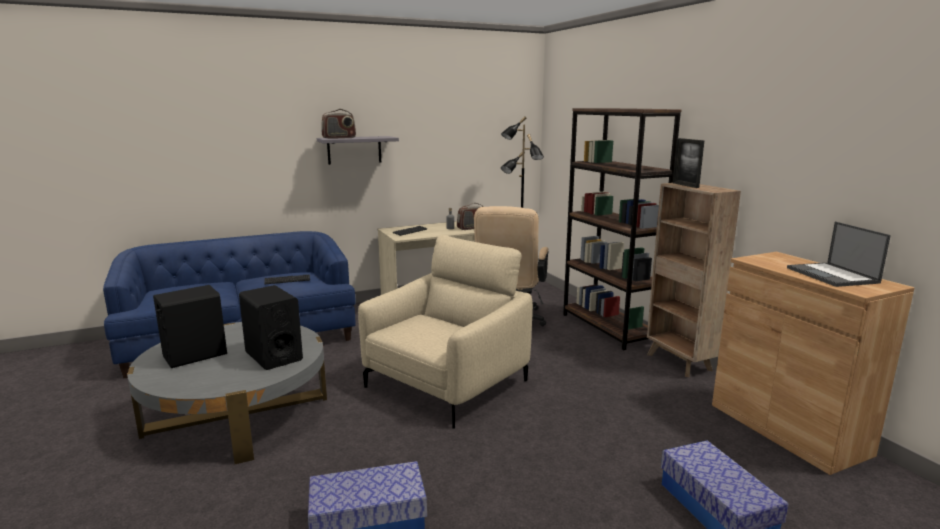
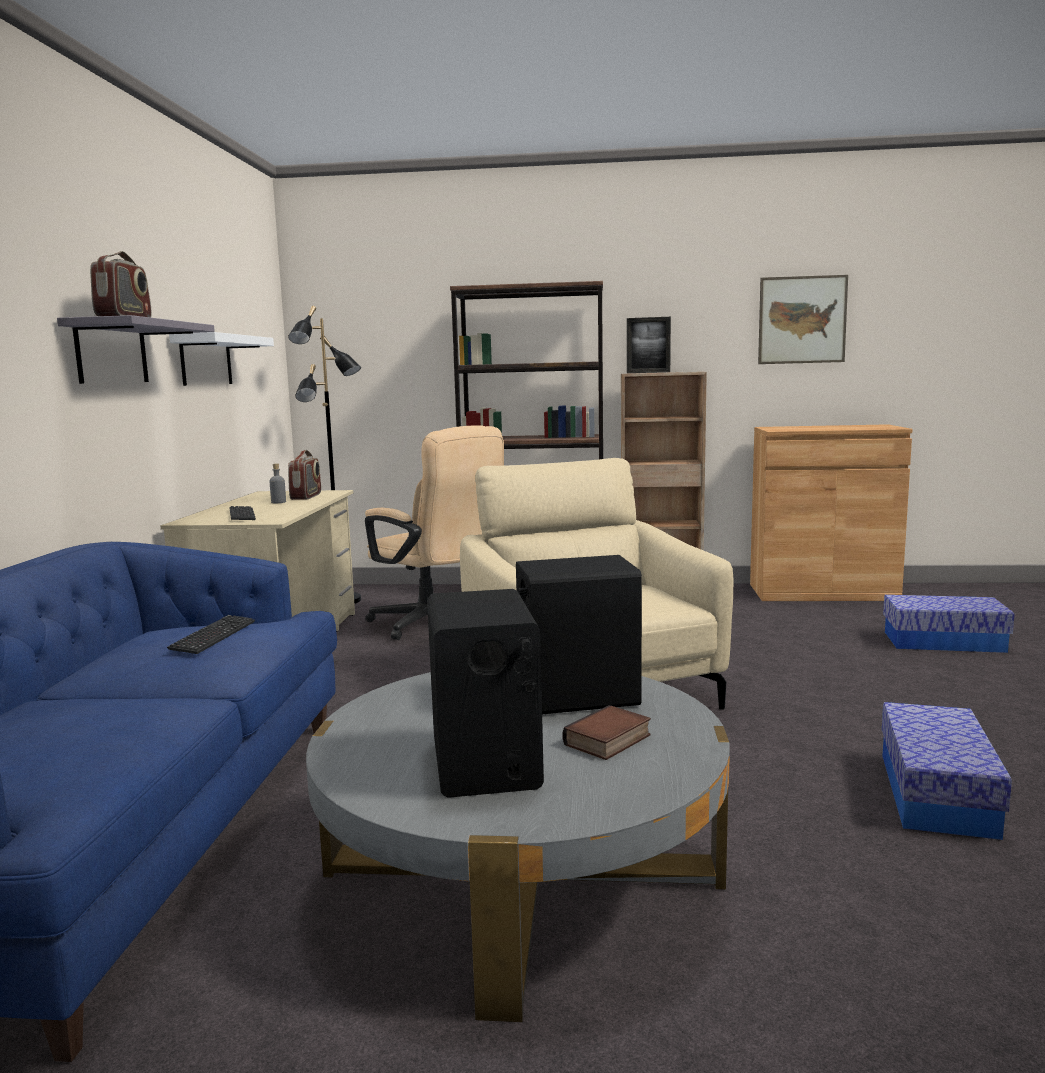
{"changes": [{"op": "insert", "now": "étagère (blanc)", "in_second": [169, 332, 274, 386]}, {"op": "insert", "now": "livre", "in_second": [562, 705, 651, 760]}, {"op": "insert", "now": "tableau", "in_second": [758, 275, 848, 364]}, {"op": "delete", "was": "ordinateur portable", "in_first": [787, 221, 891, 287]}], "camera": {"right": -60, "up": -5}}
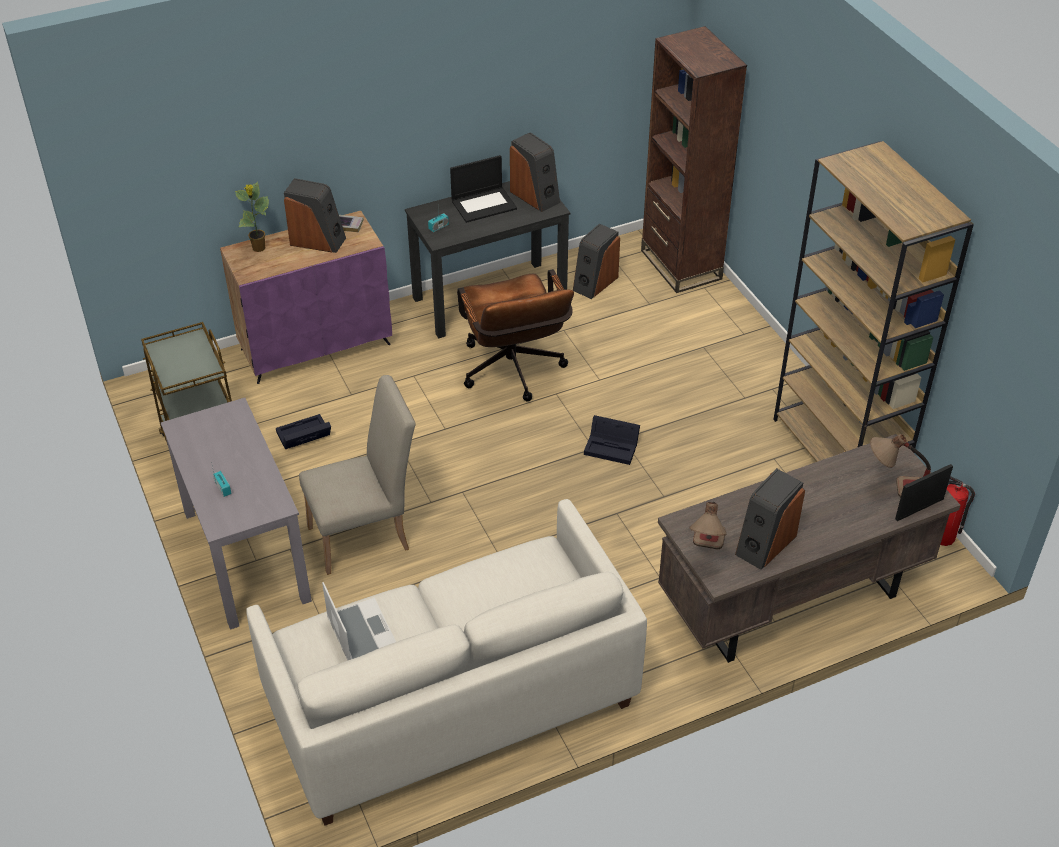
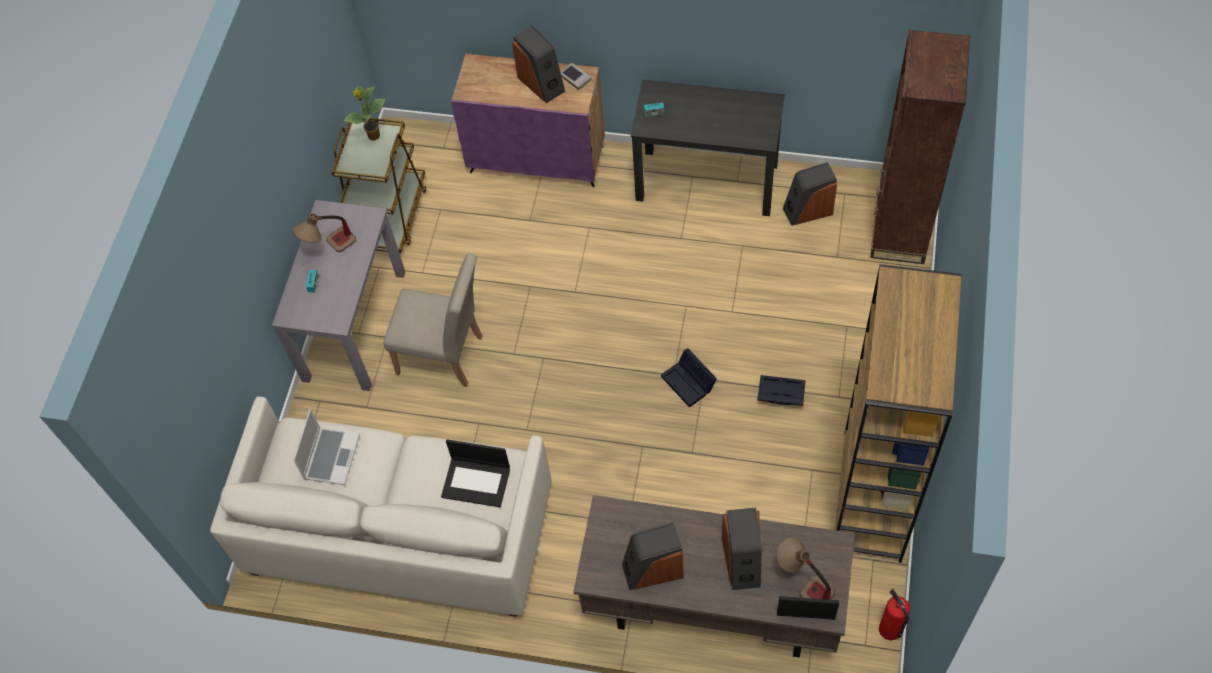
{"changes": [{"op": "move", "was": "lampe de table", "in_first": [689, 502, 727, 549], "in_second": [293, 214, 356, 252]}, {"op": "move", "was": "plante en pot", "in_first": [235, 182, 269, 252], "in_second": [343, 85, 386, 141]}, {"op": "move", "was": "ordinateur portable", "in_first": [450, 155, 517, 223], "in_second": [441, 439, 510, 507]}, {"op": "move", "was": "enceinte", "in_first": [510, 132, 560, 212], "in_second": [722, 507, 762, 590]}, {"op": "move", "was": "boîte de rangement (noir)", "in_first": [276, 414, 331, 449], "in_second": [757, 375, 806, 406]}, {"op": "delete", "was": "chaise de bureau (marron)", "in_first": [457, 269, 574, 402]}], "camera": {"right": 40, "up": 15}}
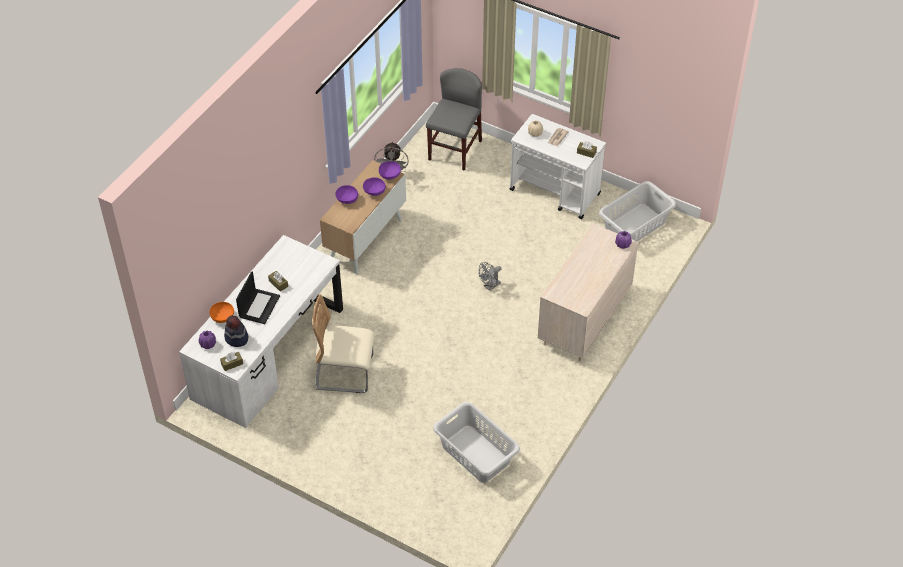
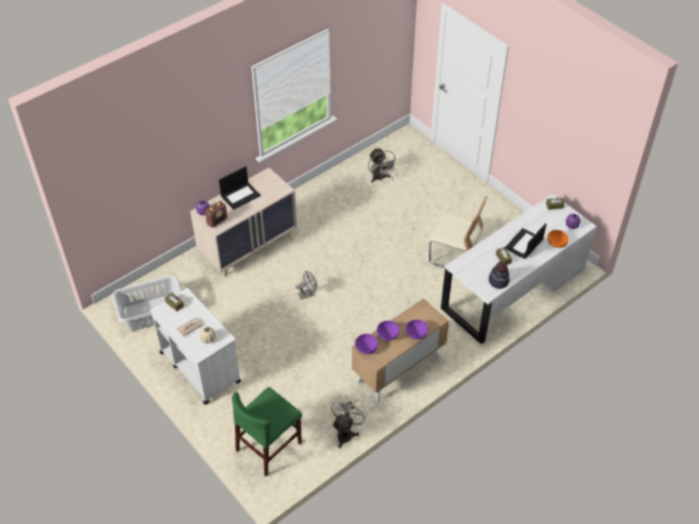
{"changes": [{"op": "insert", "now": "radio", "in_second": [205, 201, 227, 228]}, {"op": "insert", "now": "ordinateur portable", "in_second": [219, 166, 260, 210]}, {"op": "recolor", "was": "chaise (gris)", "now": "chaise (vert)", "in_first": [426, 68, 482, 171], "in_second": [232, 387, 302, 476]}, {"op": "replace", "was": "panier à linge (gris)", "now": "ventilateur (gris)", "in_first": [433, 402, 520, 483], "in_second": [368, 148, 398, 183]}, {"op": "move", "was": "chapeau", "in_first": [224, 315, 248, 347], "in_second": [489, 261, 510, 289]}], "camera": {"right": -160, "up": 0}}
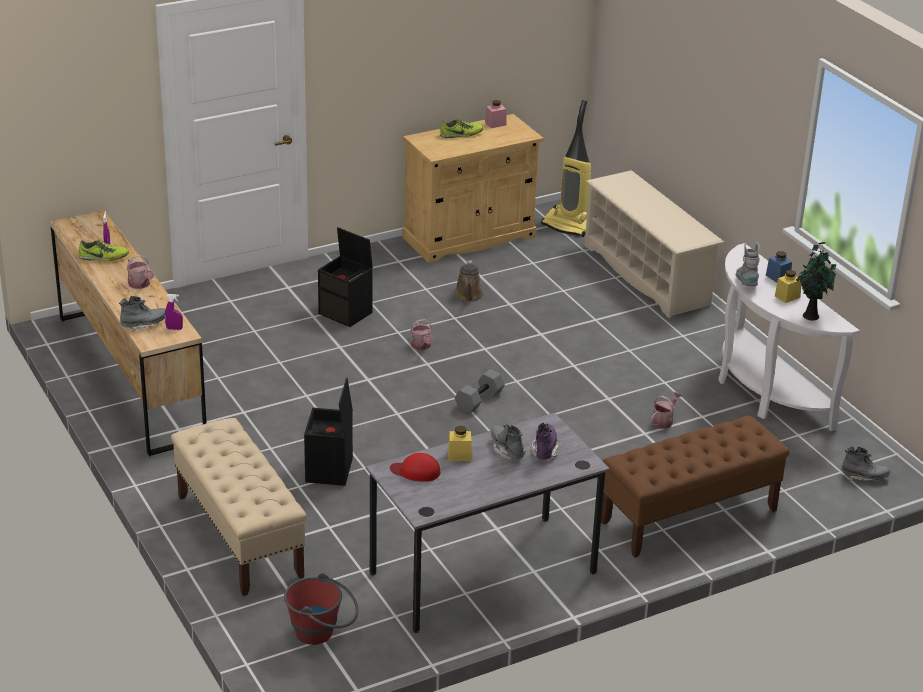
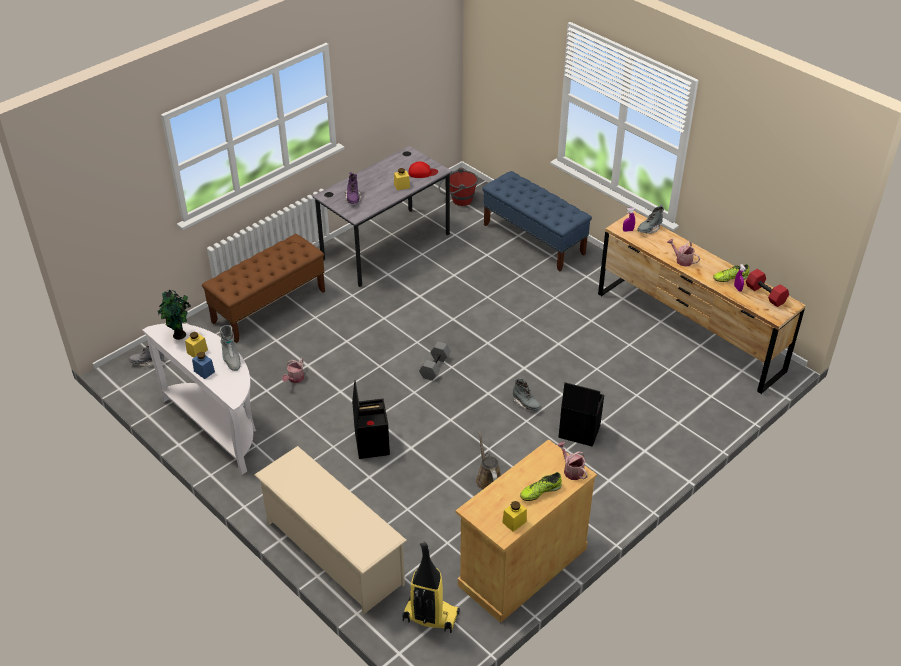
{"changes": [{"op": "move", "was": "boîte de rangement (noir)", "in_first": [304, 378, 353, 486], "in_second": [352, 380, 390, 459]}, {"op": "recolor", "was": "banc (beige)", "now": "banc (bleu)", "in_first": [171, 418, 307, 596], "in_second": [482, 171, 592, 271]}, {"op": "recolor", "was": "bocal (rose)", "now": "bocal (jaune)", "in_first": [485, 100, 506, 128], "in_second": [502, 501, 527, 532]}, {"op": "move", "was": "botte (gris)", "in_first": [491, 423, 526, 460], "in_second": [513, 379, 541, 411]}, {"op": "move", "was": "arrosoir", "in_first": [410, 319, 432, 350], "in_second": [557, 442, 588, 480]}, {"op": "insert", "now": "haltère (rouge)", "in_second": [746, 269, 789, 307]}], "camera": {"right": 165, "up": 10}}
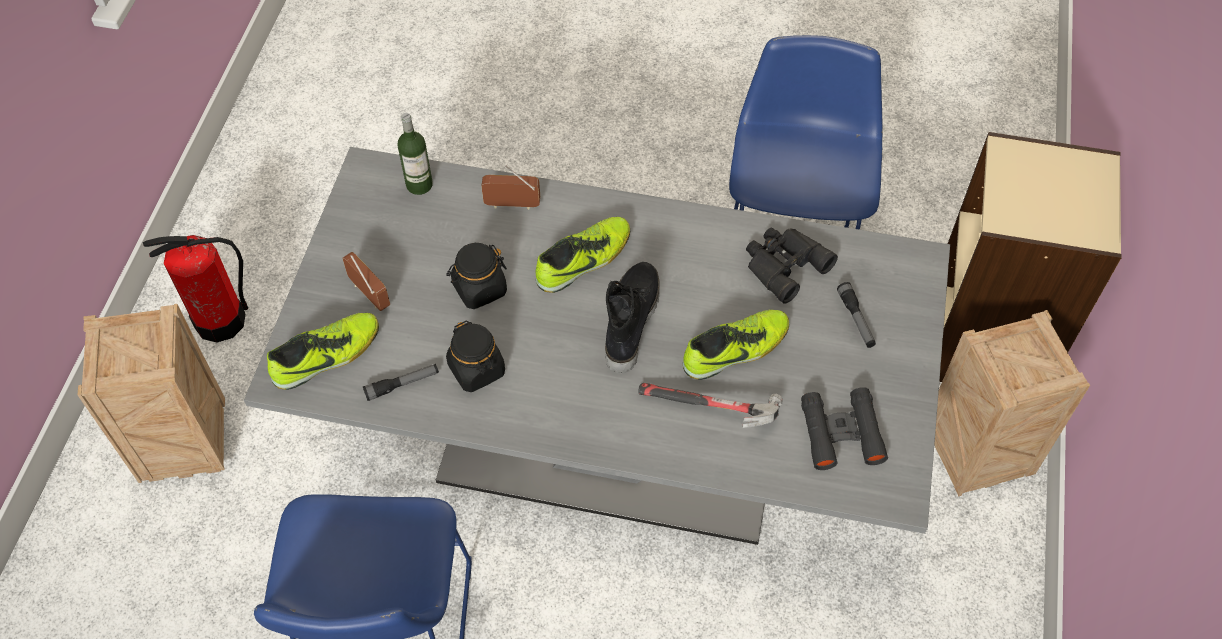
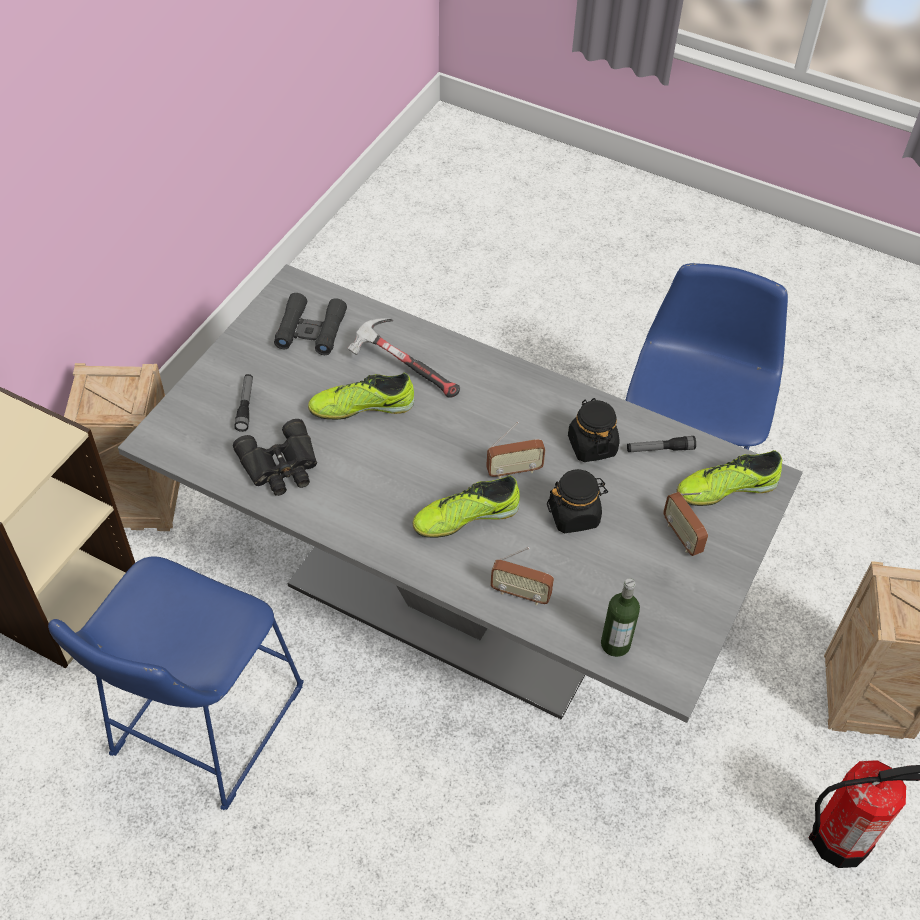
{"changes": [{"op": "insert", "now": "radio", "in_second": [486, 422, 545, 479]}, {"op": "delete", "was": "botte (noir)", "in_first": [605, 262, 660, 373]}], "camera": {"right": -165, "up": -5}}
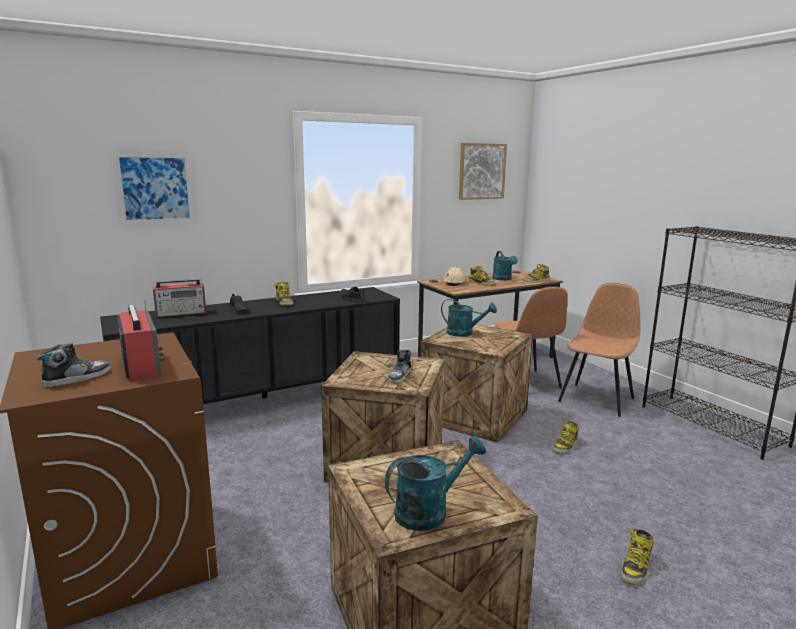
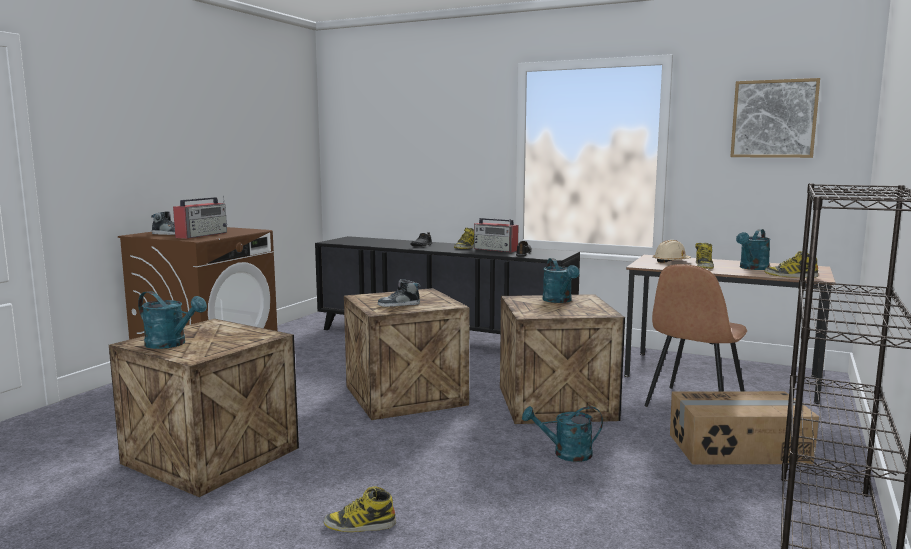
{"changes": [{"op": "move", "was": "radio", "in_first": [153, 279, 206, 317], "in_second": [474, 218, 518, 252]}, {"op": "replace", "was": "botte", "now": "arrosoir (turquoise)", "in_first": [553, 421, 579, 454], "in_second": [522, 406, 603, 462]}, {"op": "replace", "was": "chaise (marron)", "now": "carton", "in_first": [558, 283, 641, 417], "in_second": [670, 391, 819, 464]}, {"op": "delete", "was": "tableau", "in_first": [116, 155, 192, 222]}], "camera": {"right": 55, "up": -5}}
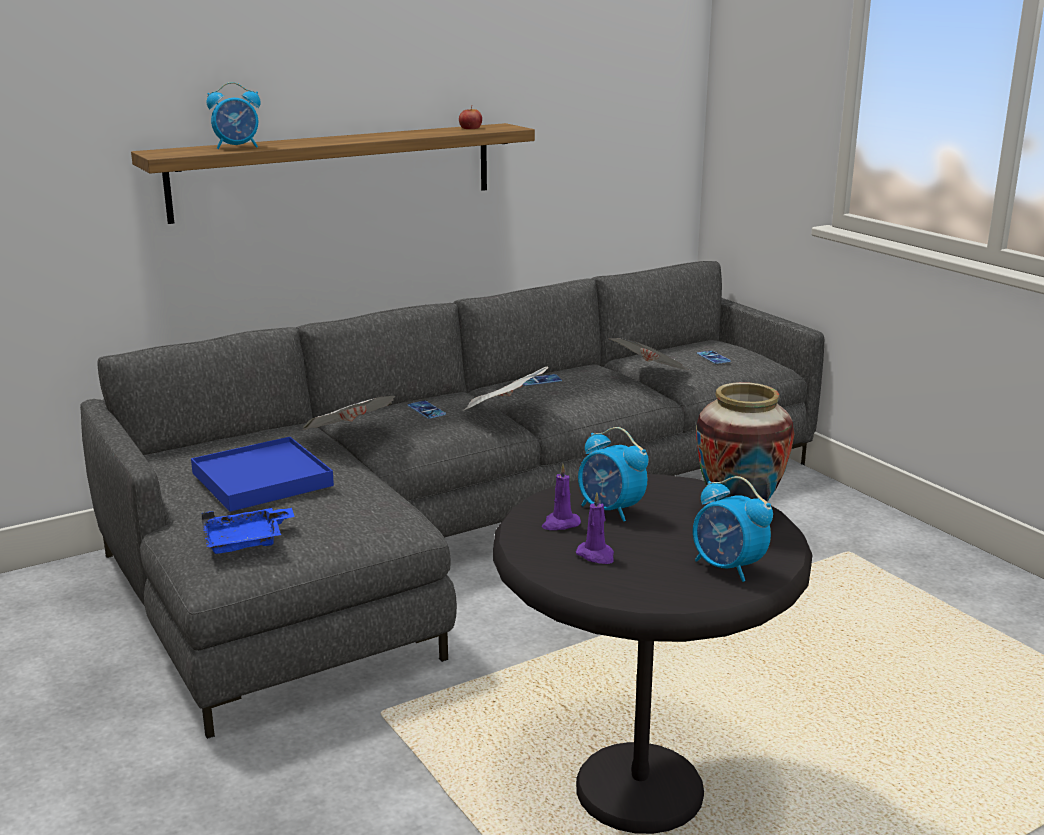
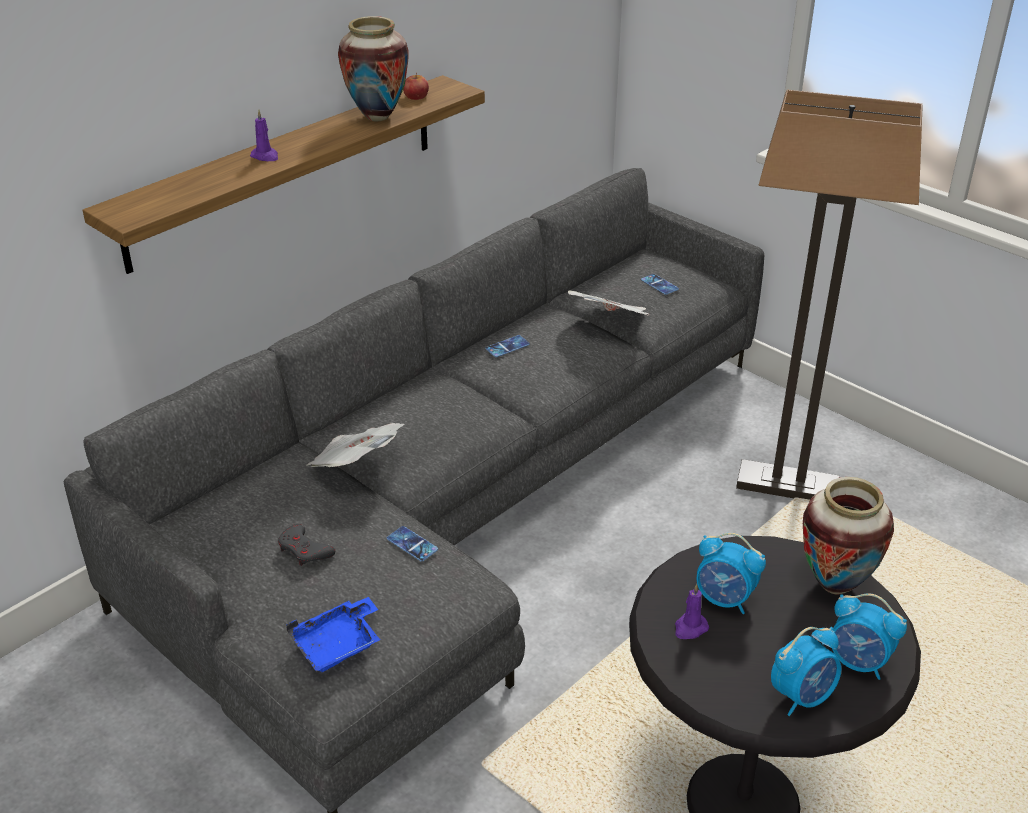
{"changes": [{"op": "move", "was": "bougie (violet)", "in_first": [576, 492, 614, 564], "in_second": [250, 109, 278, 161]}, {"op": "replace", "was": "plateau (bleu)", "now": "manette (gris)", "in_first": [191, 437, 334, 512], "in_second": [278, 524, 335, 566]}, {"op": "insert", "now": "vase", "in_second": [338, 16, 409, 121]}, {"op": "move", "was": "téléphone", "in_first": [408, 401, 446, 419], "in_second": [387, 526, 438, 562]}, {"op": "insert", "now": "lampadaire", "in_second": [736, 90, 922, 500]}, {"op": "move", "was": "réveil", "in_first": [207, 82, 261, 149], "in_second": [771, 627, 841, 716]}, {"op": "delete", "was": "journal", "in_first": [463, 366, 549, 411]}], "camera": {"right": -15, "up": 15}}
